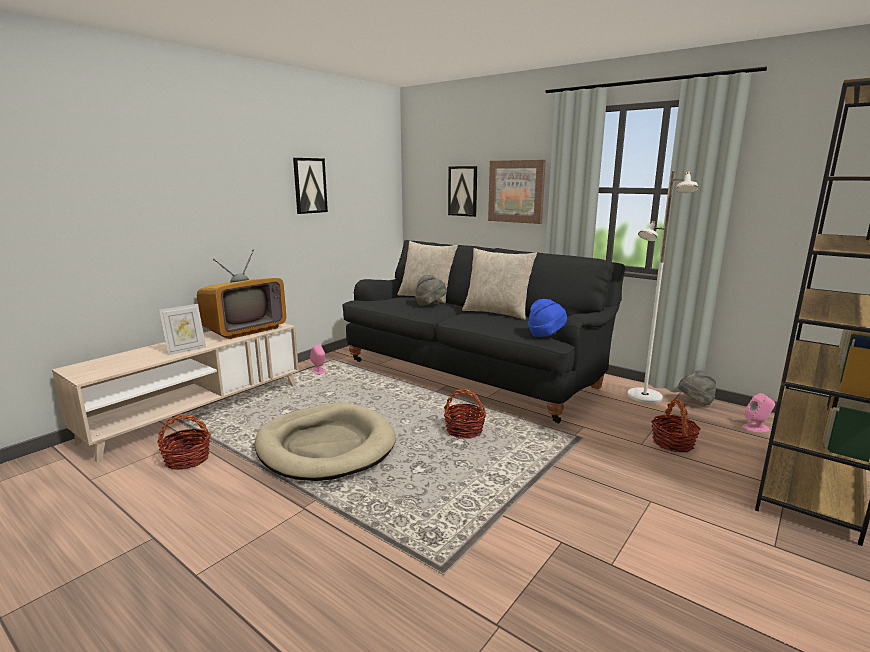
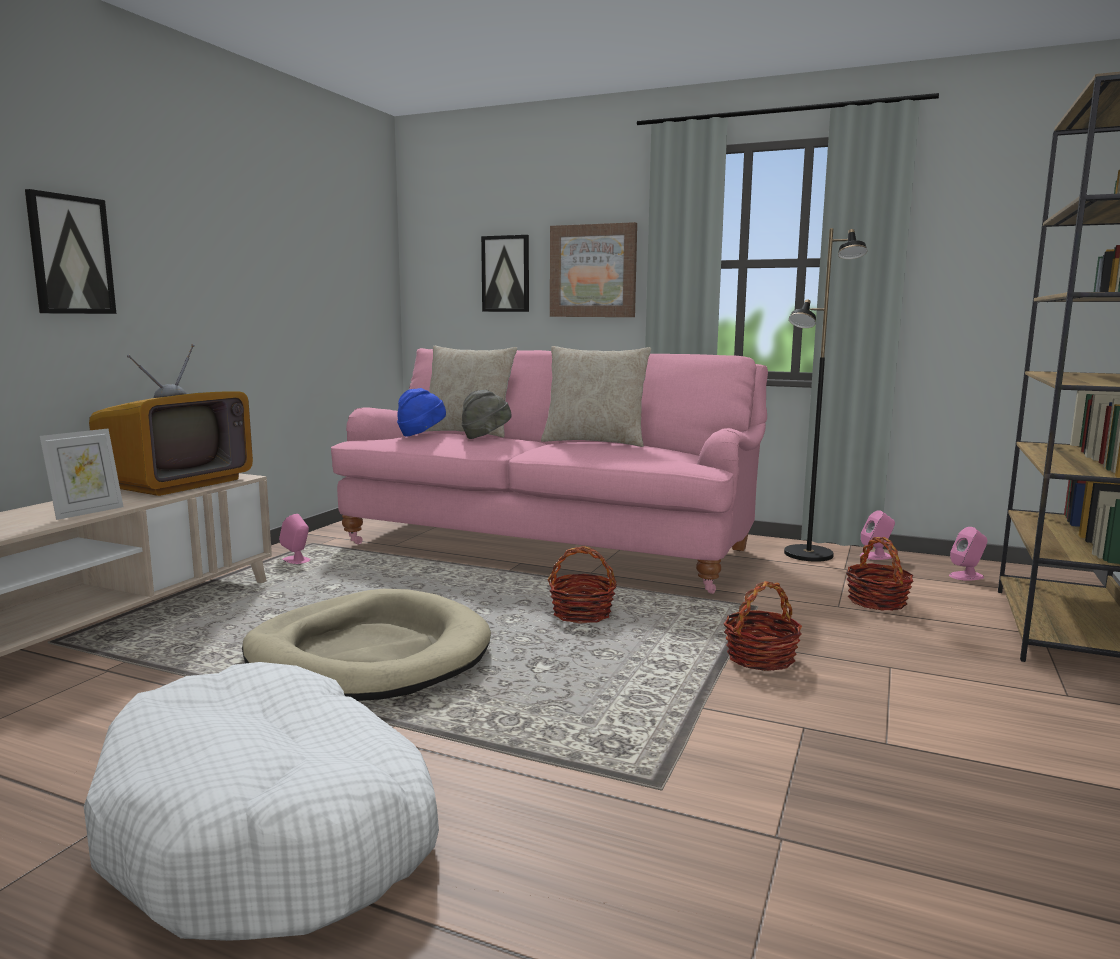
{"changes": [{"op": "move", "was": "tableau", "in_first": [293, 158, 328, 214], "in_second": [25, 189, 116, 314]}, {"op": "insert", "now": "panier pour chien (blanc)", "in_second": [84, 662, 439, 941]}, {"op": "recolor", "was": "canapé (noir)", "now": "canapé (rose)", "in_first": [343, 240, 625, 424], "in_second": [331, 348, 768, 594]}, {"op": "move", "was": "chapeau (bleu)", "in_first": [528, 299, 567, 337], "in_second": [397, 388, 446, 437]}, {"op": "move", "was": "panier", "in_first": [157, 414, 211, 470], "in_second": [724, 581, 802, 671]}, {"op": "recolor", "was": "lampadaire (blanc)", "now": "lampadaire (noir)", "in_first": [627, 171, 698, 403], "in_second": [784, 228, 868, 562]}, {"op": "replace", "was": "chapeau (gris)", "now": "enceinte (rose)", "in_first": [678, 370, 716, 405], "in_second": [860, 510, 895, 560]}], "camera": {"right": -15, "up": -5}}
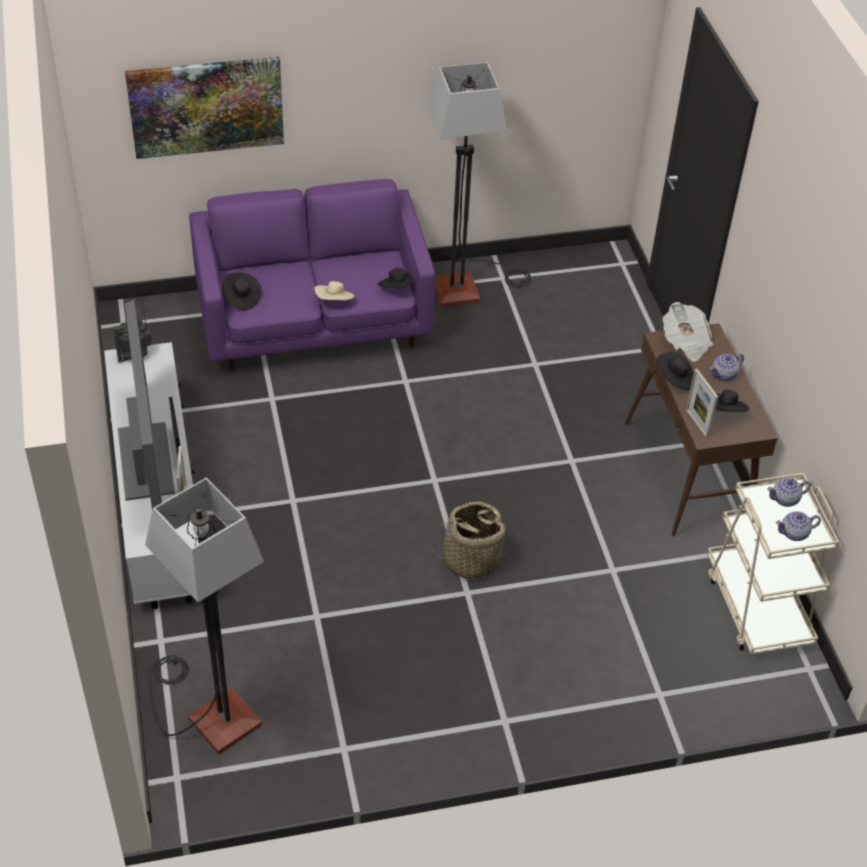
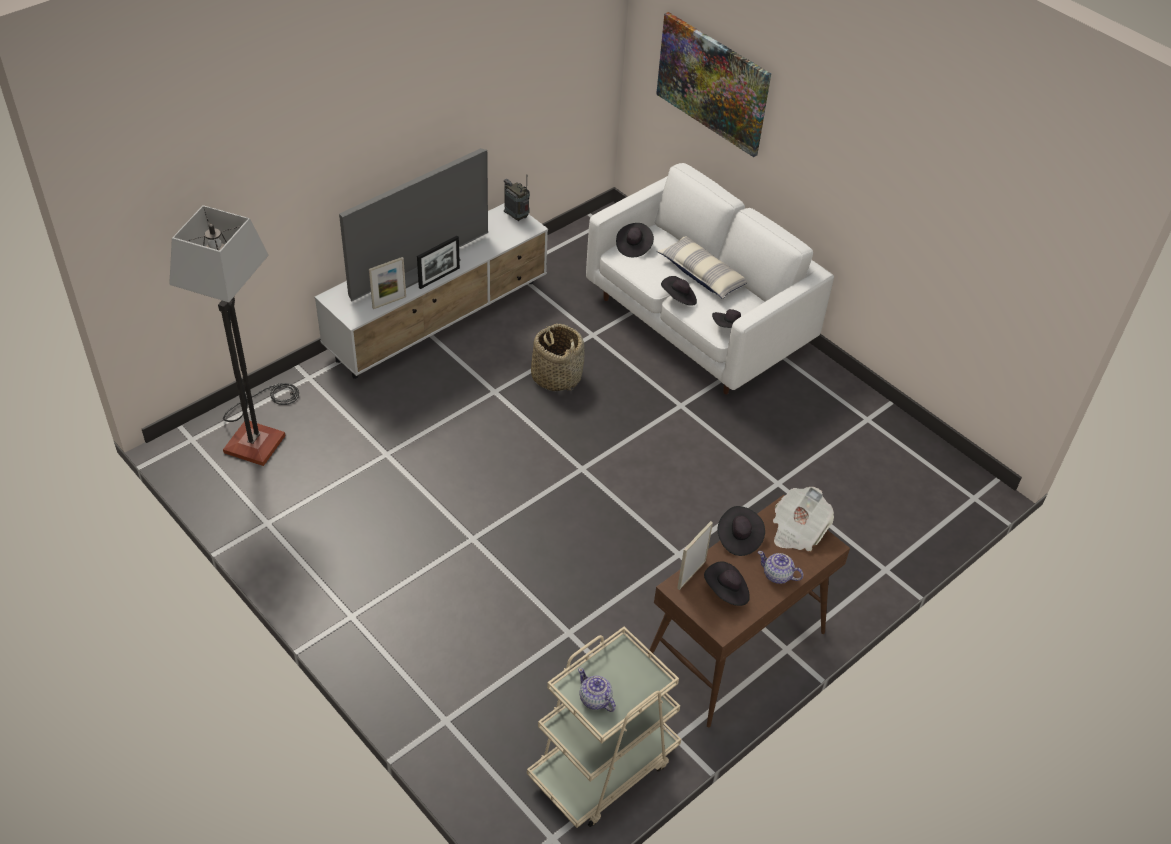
{"changes": [{"op": "move", "was": "panier", "in_first": [430, 501, 507, 579], "in_second": [531, 324, 585, 391]}, {"op": "recolor", "was": "canapé (violet)", "now": "canapé (blanc)", "in_first": [189, 179, 435, 370], "in_second": [586, 163, 834, 394]}, {"op": "insert", "now": "coussin", "in_second": [657, 237, 747, 299]}, {"op": "recolor", "was": "chapeau (beige)", "now": "chapeau (noir)", "in_first": [314, 281, 355, 300], "in_second": [661, 276, 697, 306]}, {"op": "delete", "was": "lampadaire", "in_first": [427, 62, 531, 307]}, {"op": "delete", "was": "théière", "in_first": [767, 477, 811, 507]}], "camera": {"right": 60, "up": 0}}
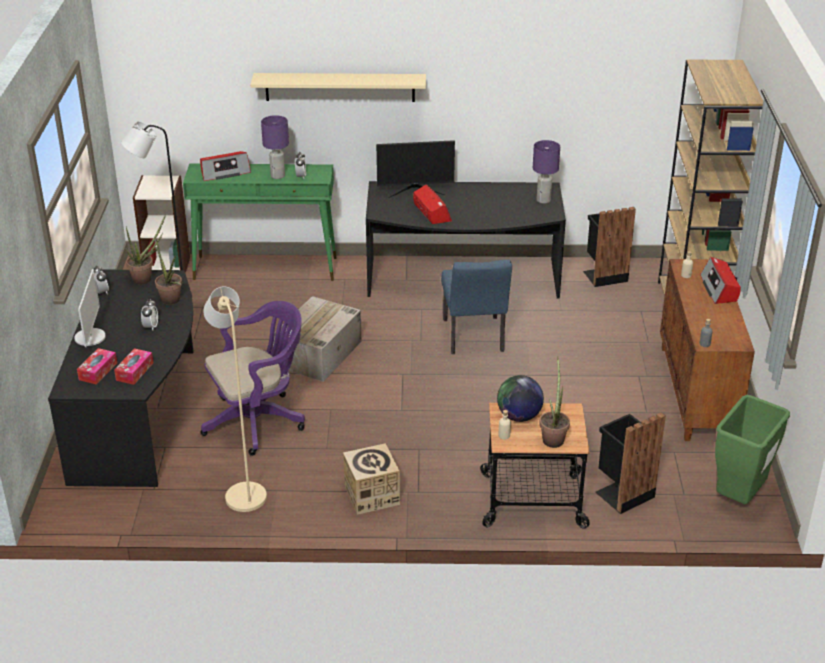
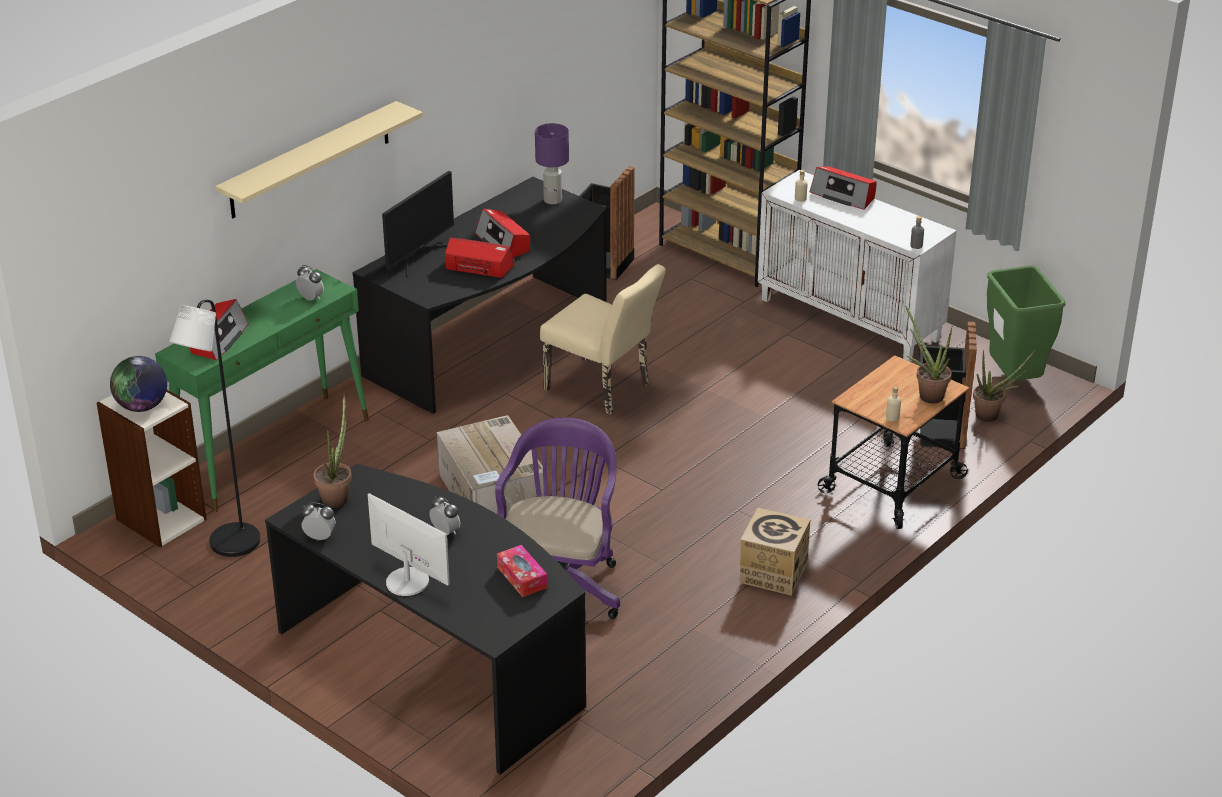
{"changes": [{"op": "move", "was": "globe", "in_first": [497, 375, 544, 422], "in_second": [110, 356, 167, 412]}, {"op": "insert", "now": "radio", "in_second": [475, 209, 530, 258]}, {"op": "recolor", "was": "chaise (bleu)", "now": "chaise (beige)", "in_first": [441, 260, 512, 354], "in_second": [540, 264, 666, 415]}, {"op": "recolor", "was": "meuble de rangement (marron)", "now": "meuble de rangement (blanc)", "in_first": [660, 259, 755, 441], "in_second": [758, 170, 957, 362]}, {"op": "move", "was": "plante en pot", "in_first": [155, 239, 182, 305], "in_second": [973, 350, 1036, 422]}, {"op": "delete", "was": "boîte à mouchoirs", "in_first": [77, 348, 117, 385]}, {"op": "delete", "was": "lampadaire (beige)", "in_first": [203, 287, 267, 512]}, {"op": "delete", "was": "lampe de table (violet)", "in_first": [261, 115, 289, 179]}], "camera": {"right": -50, "up": 0}}
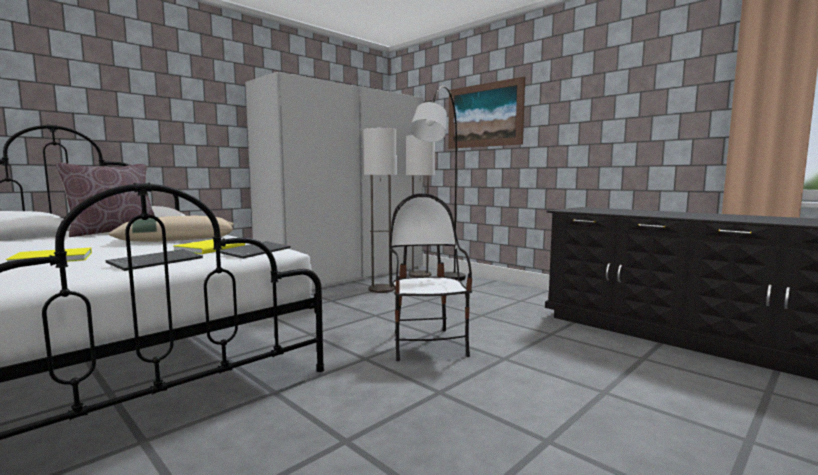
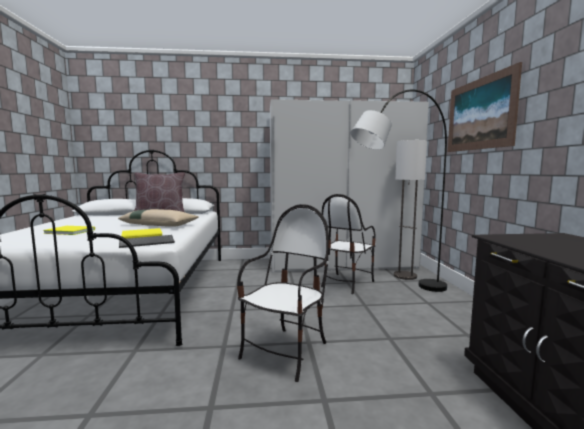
{"changes": [{"op": "replace", "was": "lampadaire", "now": "chaise", "in_first": [363, 128, 397, 293], "in_second": [321, 194, 376, 294]}, {"op": "delete", "was": "clavier", "in_first": [106, 249, 203, 271]}], "camera": {"right": 40, "up": 0}}
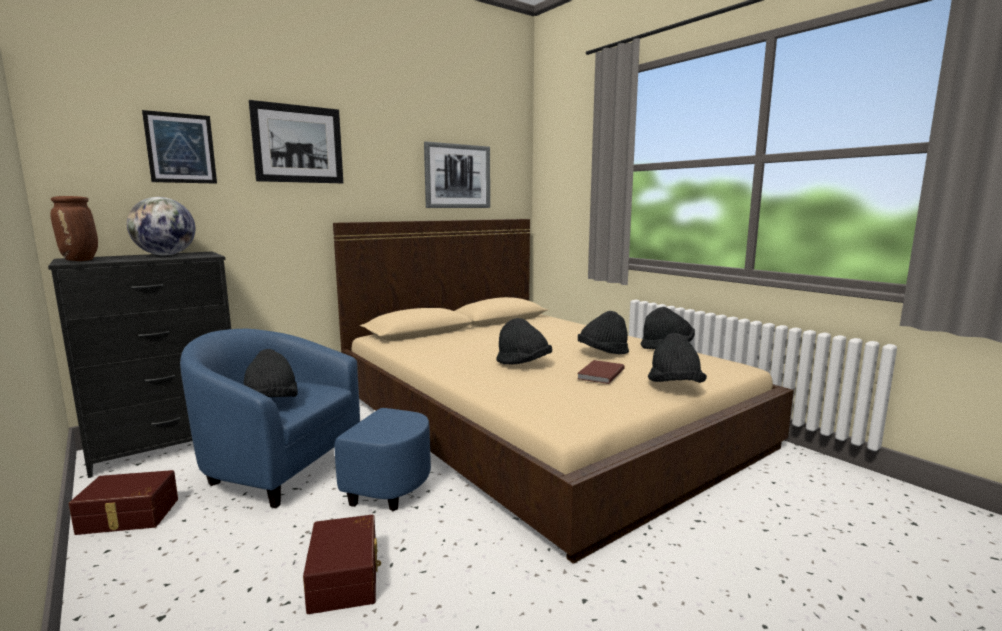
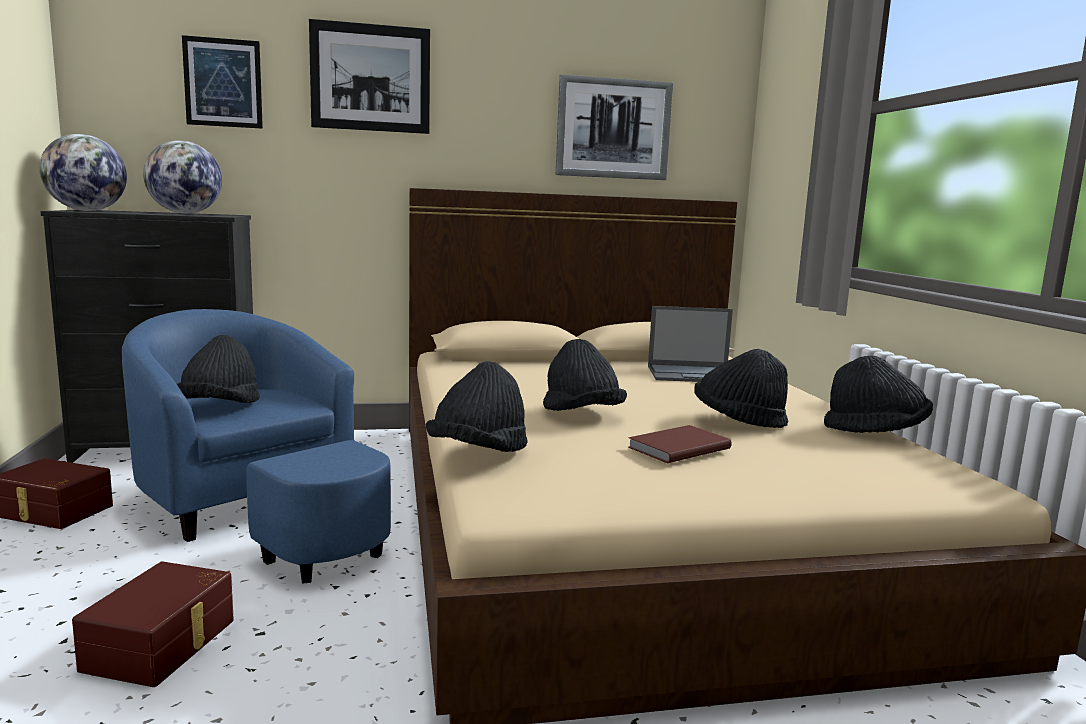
{"changes": [{"op": "replace", "was": "vase (marron)", "now": "globe", "in_first": [50, 196, 98, 261], "in_second": [39, 134, 127, 211]}, {"op": "move", "was": "chapeau (noir)", "in_first": [648, 333, 707, 383], "in_second": [426, 361, 528, 452]}, {"op": "insert", "now": "ordinateur portable", "in_second": [648, 306, 733, 382]}], "camera": {"right": 25, "up": 0}}
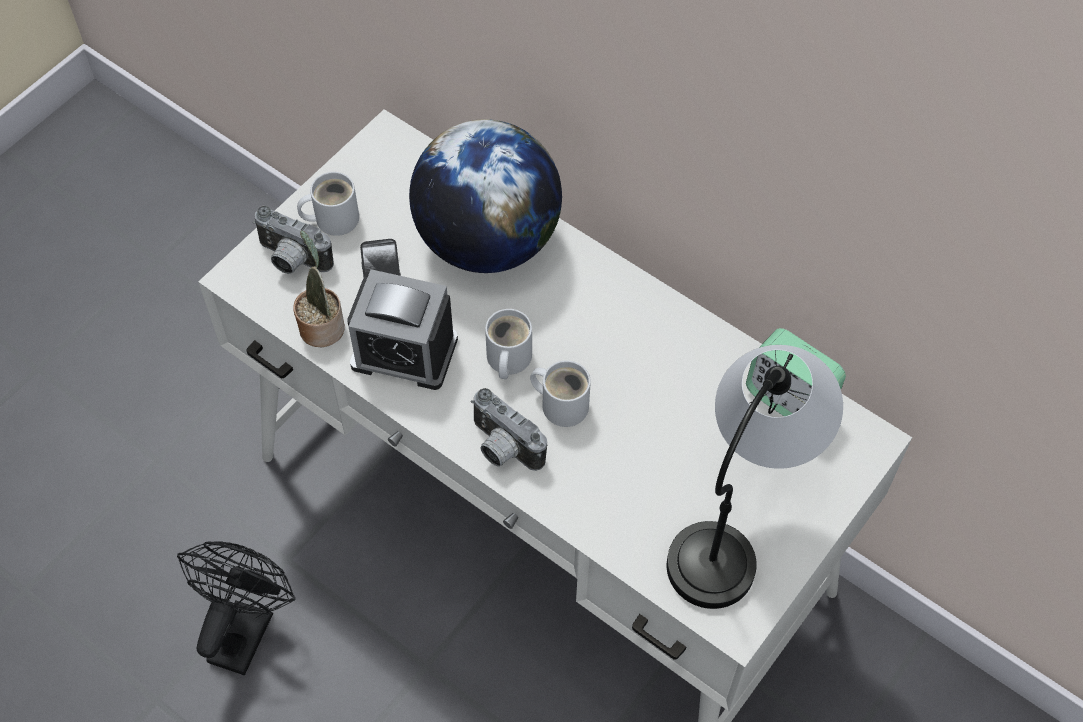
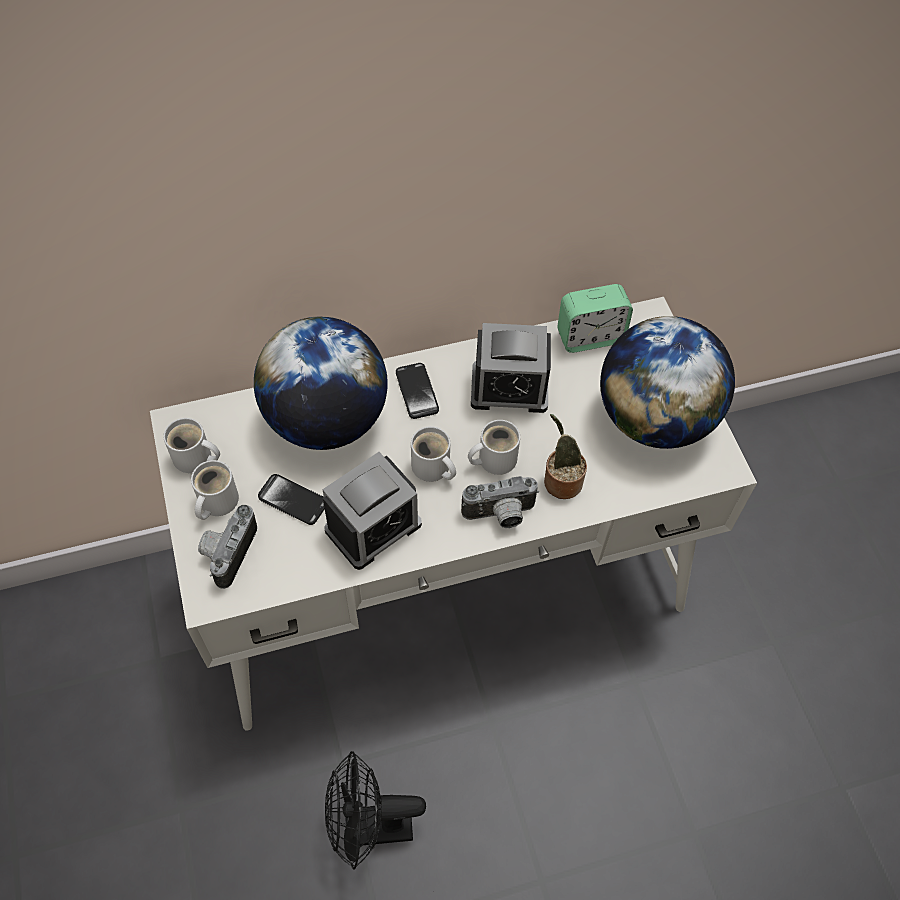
{"changes": [{"op": "insert", "now": "mug (blanc)", "in_second": [163, 418, 220, 473]}, {"op": "rotate", "was": "appareil photo", "in_first": [253, 206, 334, 274], "in_second": [198, 505, 257, 589], "clockwise": 135}, {"op": "rotate", "was": "ventilateur (noir)", "in_first": [177, 542, 296, 675], "in_second": [325, 751, 426, 869], "clockwise": -60}, {"op": "insert", "now": "téléphone", "in_second": [396, 363, 439, 419]}, {"op": "insert", "now": "réveil", "in_second": [471, 323, 551, 413]}, {"op": "move", "was": "plante en pot", "in_first": [293, 231, 345, 348], "in_second": [544, 414, 587, 499]}, {"op": "replace", "was": "lampe de table", "now": "globe", "in_first": [667, 345, 843, 609], "in_second": [600, 316, 735, 449]}], "camera": {"right": -55, "up": 0}}
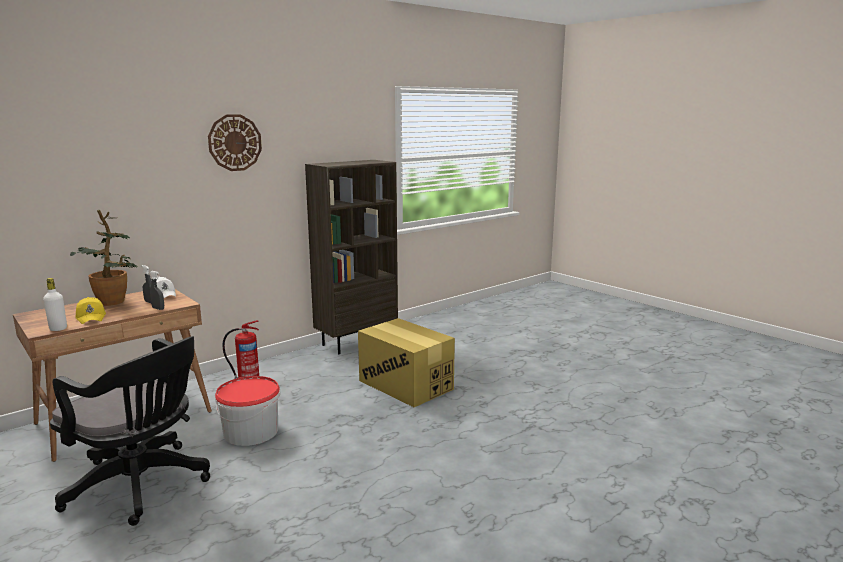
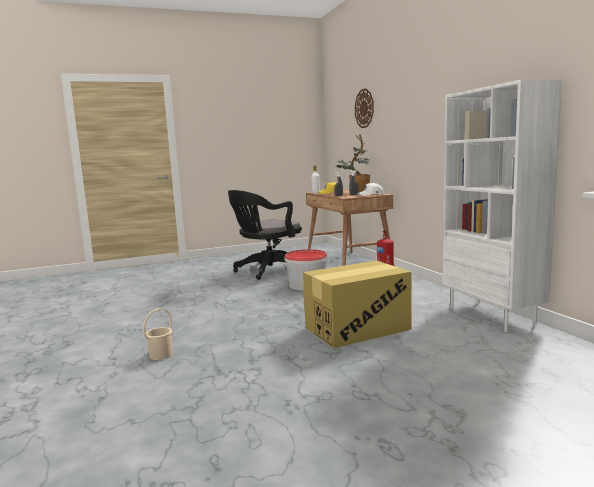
{"changes": [{"op": "insert", "now": "seau (beige)", "in_second": [143, 308, 173, 360]}, {"op": "move", "was": "horloge murale", "in_first": [208, 114, 262, 171], "in_second": [355, 88, 374, 128]}, {"op": "recolor", "was": "bibliothèque (marron)", "now": "bibliothèque (blanc)", "in_first": [305, 160, 398, 354], "in_second": [443, 80, 562, 332]}], "camera": {"right": 110, "up": -5}}
